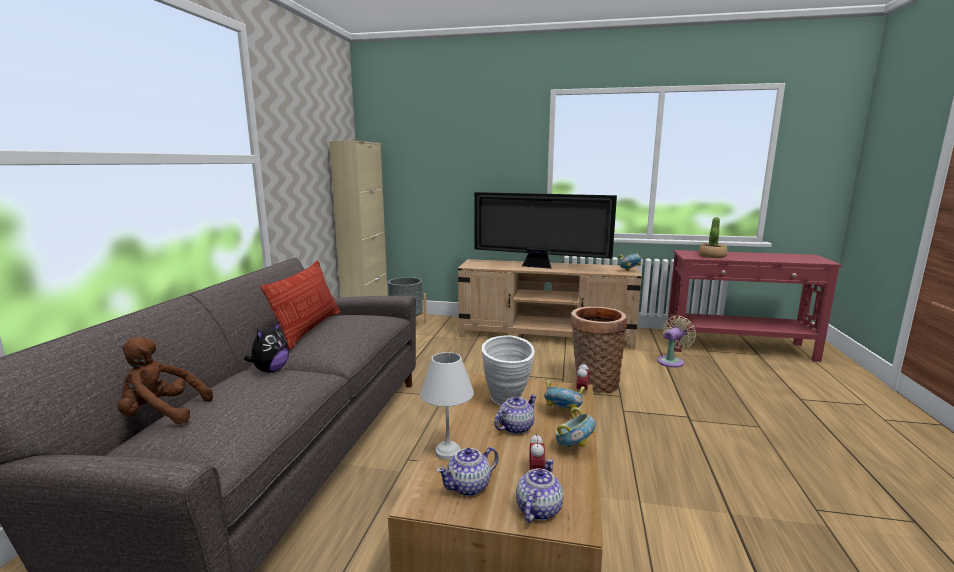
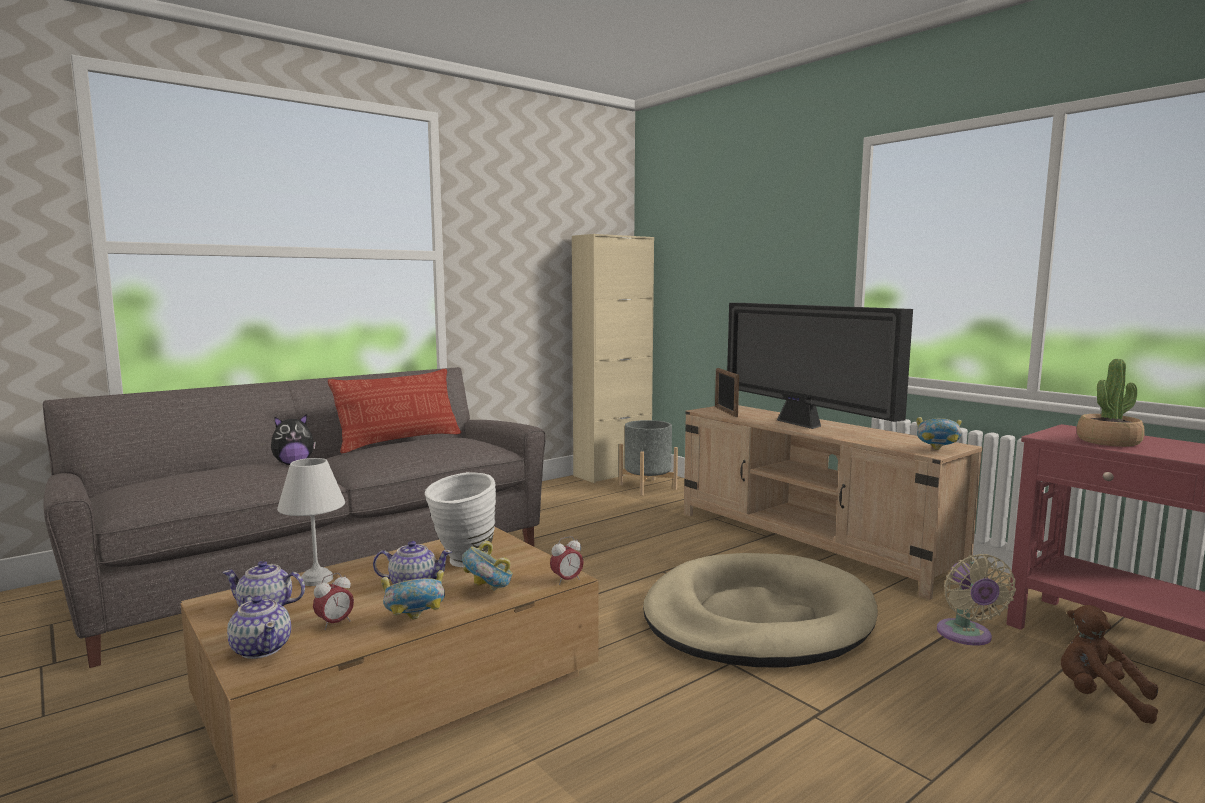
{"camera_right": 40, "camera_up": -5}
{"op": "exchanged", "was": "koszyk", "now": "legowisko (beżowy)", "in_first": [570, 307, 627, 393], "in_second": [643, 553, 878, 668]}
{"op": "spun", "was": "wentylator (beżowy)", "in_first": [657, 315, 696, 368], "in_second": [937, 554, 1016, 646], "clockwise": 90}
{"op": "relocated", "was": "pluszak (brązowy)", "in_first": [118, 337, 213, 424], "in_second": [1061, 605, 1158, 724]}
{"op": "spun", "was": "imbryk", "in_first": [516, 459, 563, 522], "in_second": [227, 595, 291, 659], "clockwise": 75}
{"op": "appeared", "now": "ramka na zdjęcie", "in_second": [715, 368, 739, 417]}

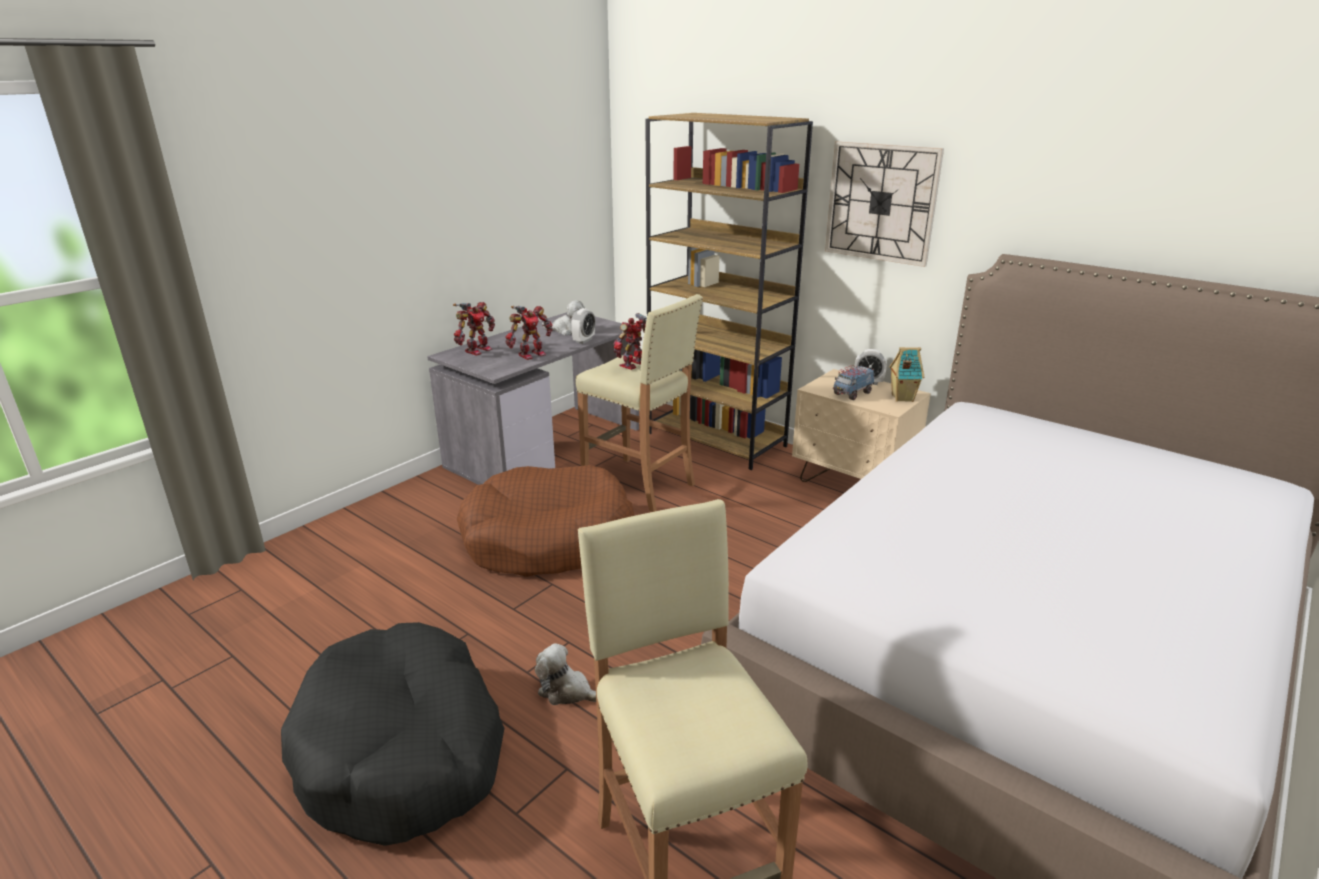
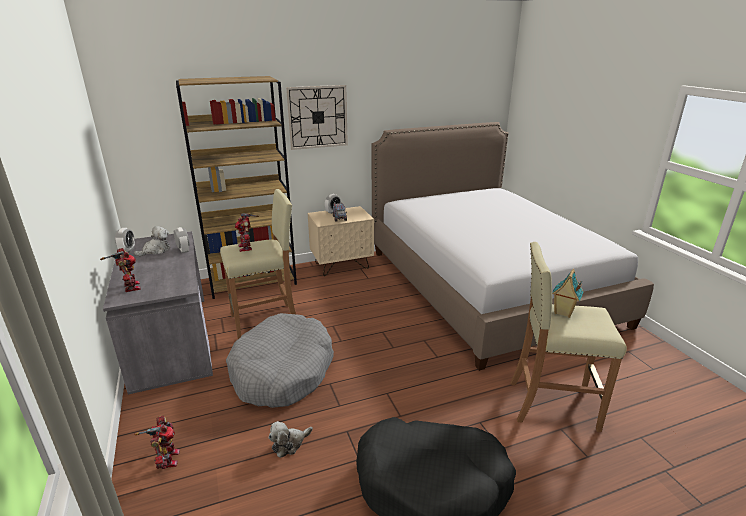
{"camera_right": -60, "camera_up": 0}
{"op": "relocated", "was": "robot zabawkowy", "in_first": [505, 306, 553, 360], "in_second": [134, 416, 180, 469]}
{"op": "relocated", "was": "domek", "in_first": [889, 347, 924, 402], "in_second": [552, 269, 583, 318]}
{"op": "colour", "was": "legowisko (brązowy)", "now": "legowisko (szary)", "in_first": [457, 465, 634, 577], "in_second": [226, 313, 334, 408]}
{"op": "relocated", "was": "pluszak", "in_first": [535, 643, 596, 705], "in_second": [269, 421, 313, 458]}
{"op": "appeared", "now": "budzik", "in_second": [115, 228, 135, 253]}

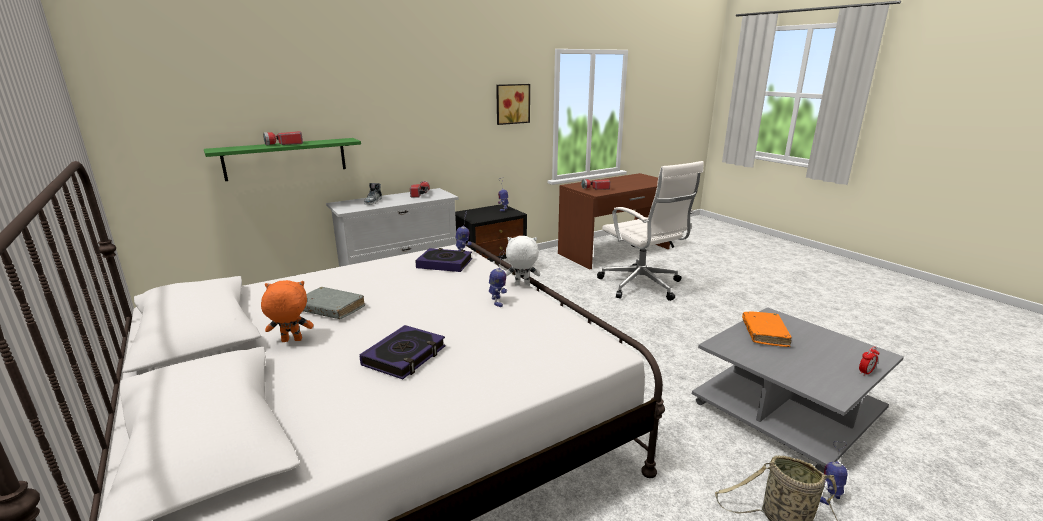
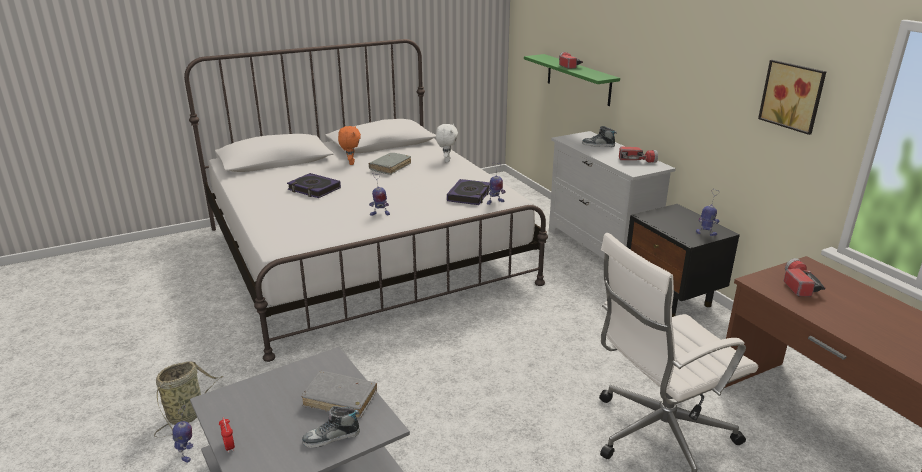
{"camera_right": 95, "camera_up": 5}
{"op": "relocated", "was": "pluszak (biały)", "in_first": [505, 236, 540, 286], "in_second": [436, 124, 458, 162]}
{"op": "colour", "was": "książka (pomarańczowy)", "now": "książka (szary)", "in_first": [742, 311, 792, 347], "in_second": [301, 371, 377, 419]}
{"op": "appeared", "now": "but", "in_second": [302, 406, 360, 448]}

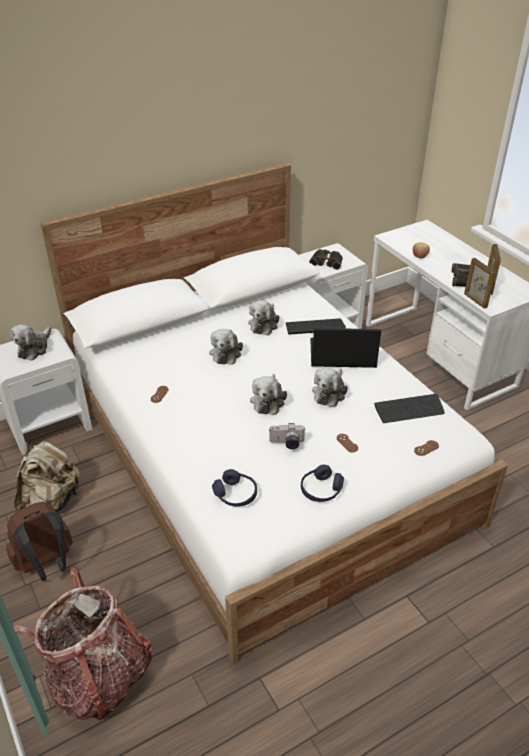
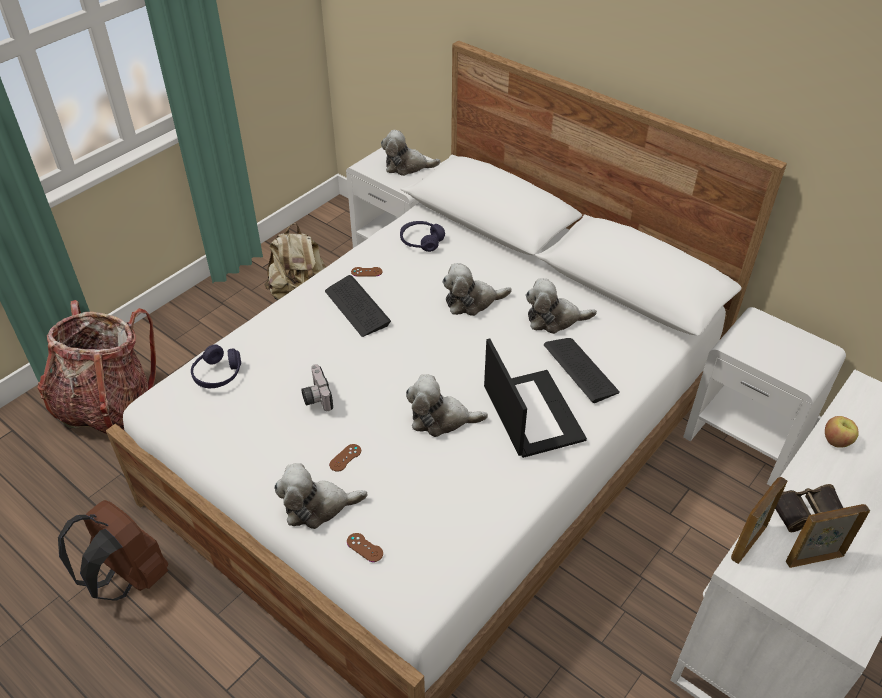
{"camera_right": 70, "camera_up": 5}
{"op": "missing", "was": "lornetka", "in_first": [309, 249, 343, 270]}
{"op": "relocated", "was": "pluszak", "in_first": [250, 374, 287, 415], "in_second": [274, 463, 367, 529]}
{"op": "relocated", "was": "klawiatura", "in_first": [374, 394, 445, 423], "in_second": [325, 275, 391, 337]}
{"op": "relocated", "was": "słuchawki (fioletowy)", "in_first": [301, 465, 344, 502], "in_second": [400, 221, 445, 252]}
{"op": "relocated", "was": "plecak (brązowy)", "in_first": [6, 502, 73, 581], "in_second": [58, 500, 168, 601]}

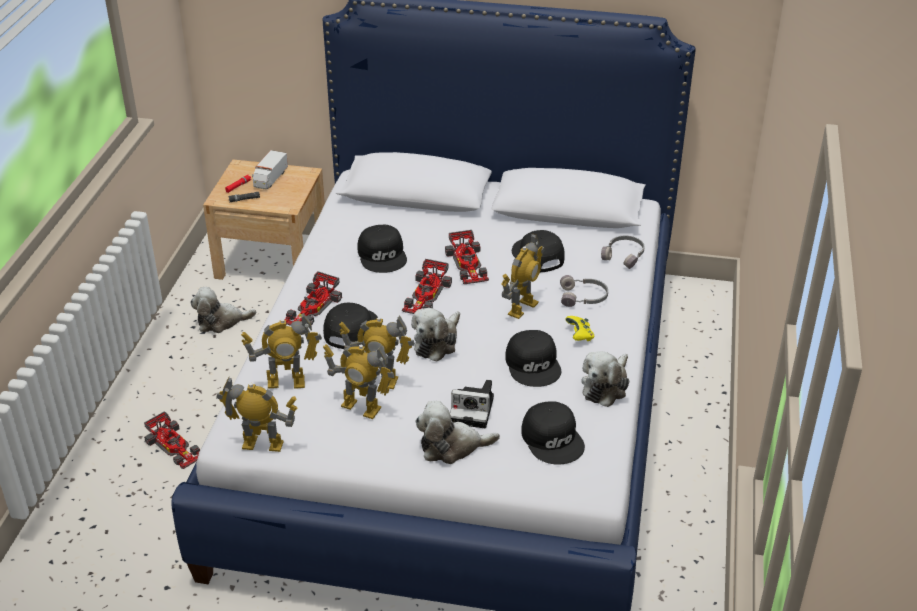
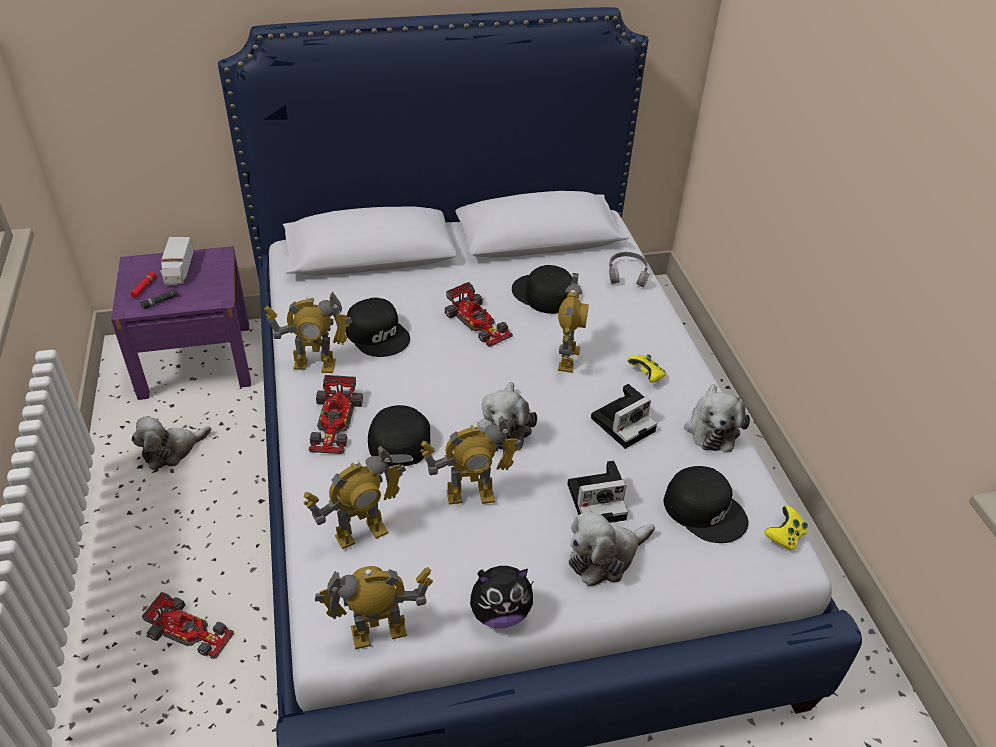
{"camera_right": -25, "camera_up": 5}
{"op": "colour", "was": "szafka nocna (beżowy)", "now": "szafka nocna (fioletowy)", "in_first": [203, 160, 325, 280], "in_second": [111, 246, 251, 400]}
{"op": "missing", "was": "samochodzik", "in_first": [402, 259, 452, 314]}
{"op": "missing", "was": "słuchawki (szary)", "in_first": [560, 275, 608, 307]}
{"op": "exchanged", "was": "czapka z daszkiem (czarny)", "now": "aparat fotograficzny", "in_first": [505, 330, 561, 387], "in_second": [591, 384, 657, 449]}
{"op": "relocated", "was": "robot zabawkowy", "in_first": [323, 344, 395, 419], "in_second": [264, 292, 352, 373]}
{"op": "appeared", "now": "pad do gier (żółty)", "in_second": [764, 505, 808, 550]}
{"op": "appeared", "now": "pluszak", "in_second": [470, 566, 534, 628]}

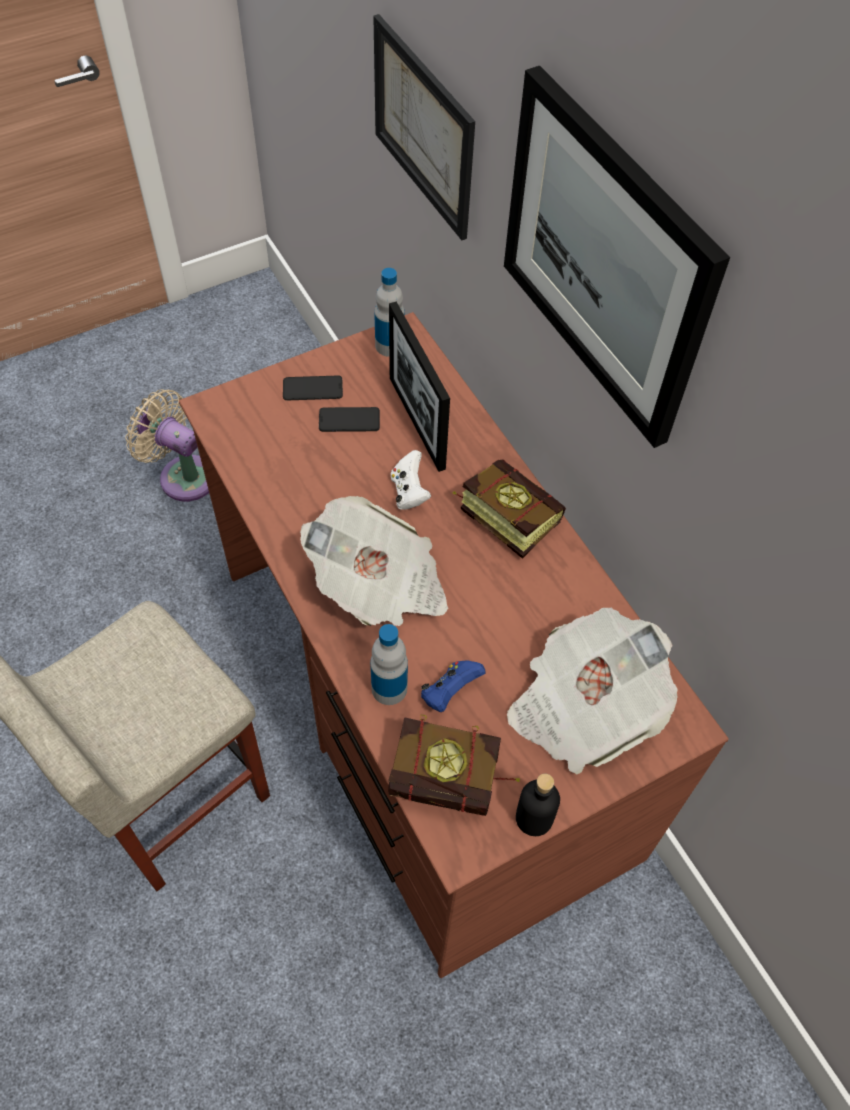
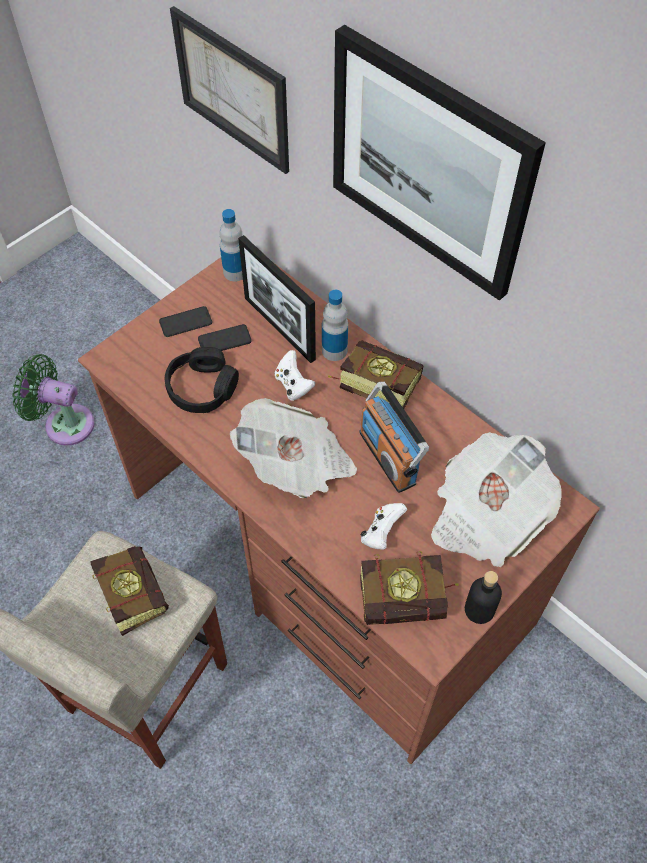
{"camera_right": -15, "camera_up": 0}
{"op": "colour", "was": "wentylator (beżowy)", "now": "wentylator (zielony)", "in_first": [125, 389, 209, 502], "in_second": [12, 354, 95, 446]}
{"op": "relocated", "was": "butelka", "in_first": [370, 624, 408, 705], "in_second": [322, 290, 348, 361]}
{"op": "colour", "was": "pad do gier (niebieski)", "now": "pad do gier (biały)", "in_first": [421, 660, 486, 712], "in_second": [360, 503, 407, 550]}
{"op": "appeared", "now": "słuchawki (czarny)", "in_second": [165, 347, 239, 413]}
{"op": "appeared", "now": "radio", "in_second": [359, 382, 429, 493]}
{"op": "appeared", "now": "książka", "in_second": [90, 546, 169, 636]}

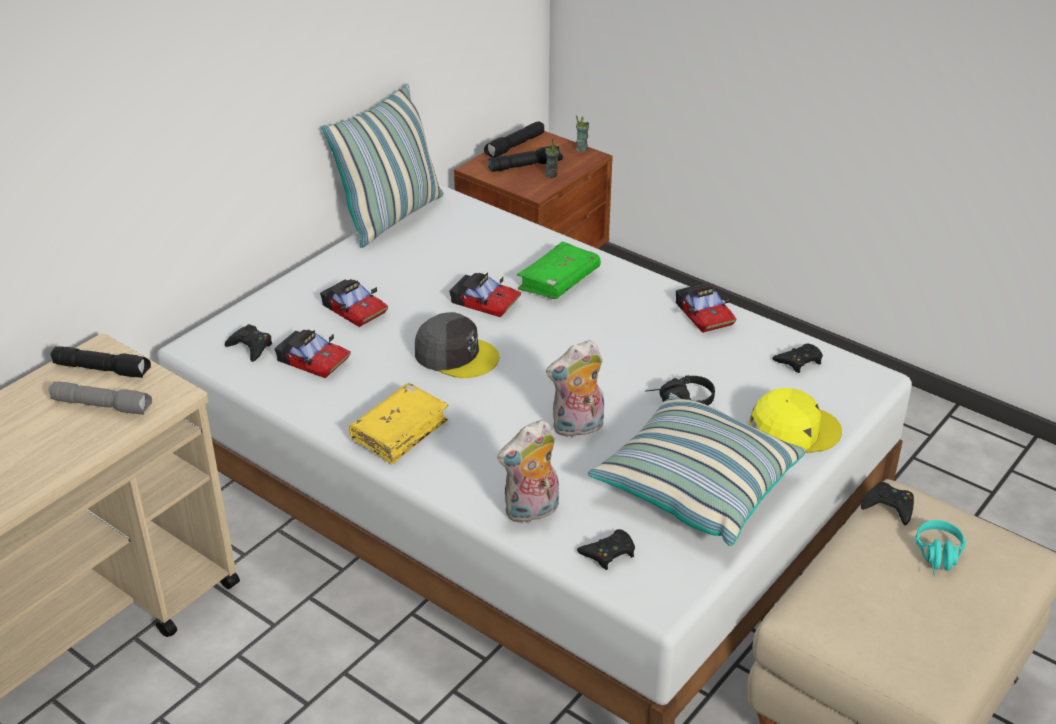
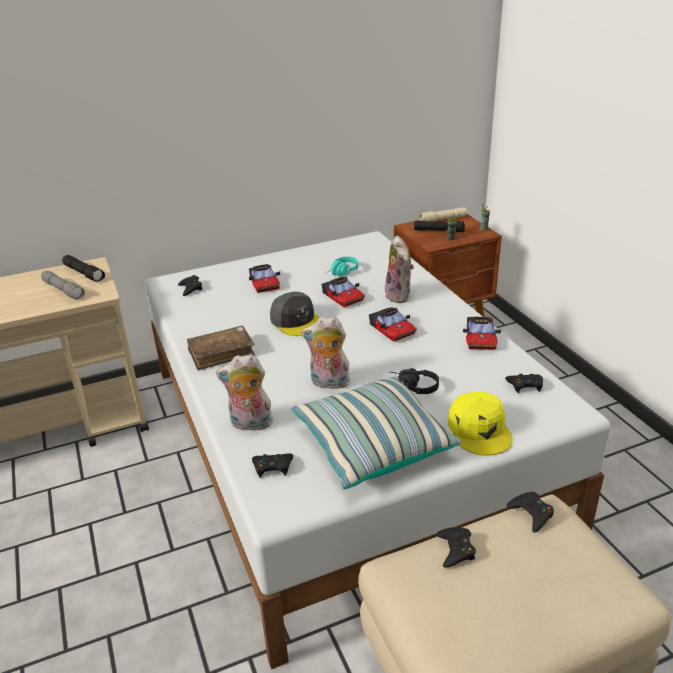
{"camera_right": 30, "camera_up": -5}
{"op": "missing", "was": "poduszka", "in_first": [322, 83, 443, 248]}
{"op": "colour", "was": "latarka (czarny)", "now": "latarka (beżowy)", "in_first": [484, 121, 544, 157], "in_second": [419, 208, 467, 222]}
{"op": "exchanged", "was": "książka (zielony)", "now": "pluszak", "in_first": [517, 242, 601, 299], "in_second": [385, 235, 414, 303]}
{"op": "relocated", "was": "samochodzik", "in_first": [274, 330, 351, 378], "in_second": [369, 307, 417, 342]}
{"op": "colour", "was": "książka (żółty)", "now": "książka (brązowy)", "in_first": [349, 383, 449, 465], "in_second": [187, 326, 255, 371]}
{"op": "spun", "was": "czapka z daszkiem (żółty)", "in_first": [749, 388, 842, 453], "in_second": [448, 392, 513, 456], "clockwise": 60}
{"op": "relocated", "was": "słuchawki (turkusowy)", "in_first": [915, 520, 966, 576], "in_second": [325, 256, 358, 277]}
{"op": "appeared", "now": "pad do gier (czarny)", "in_second": [436, 527, 476, 568]}

